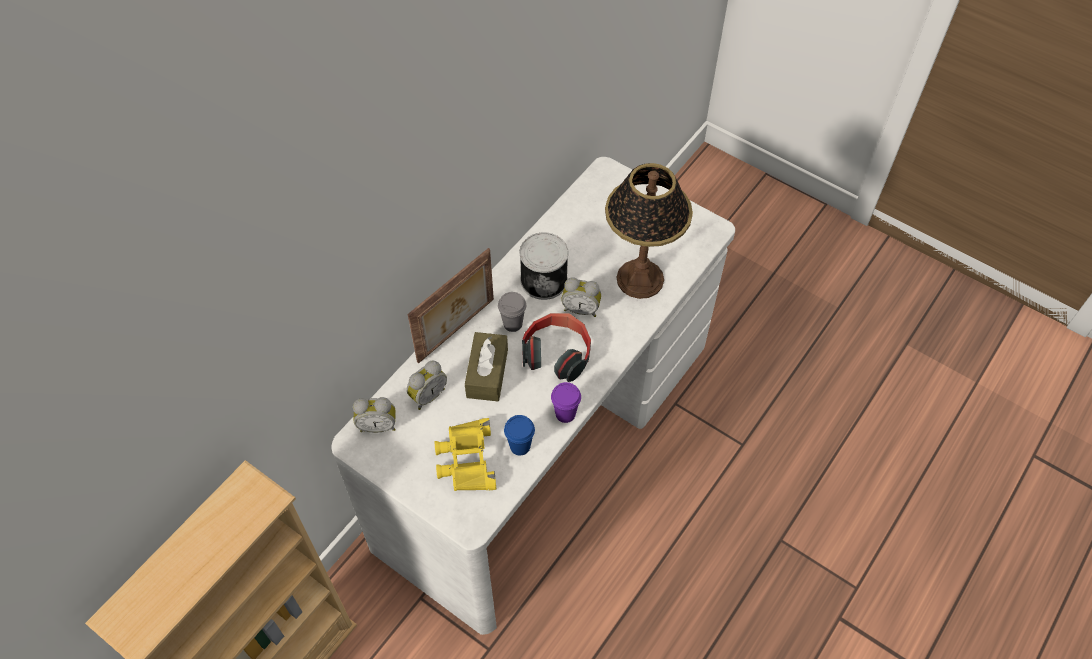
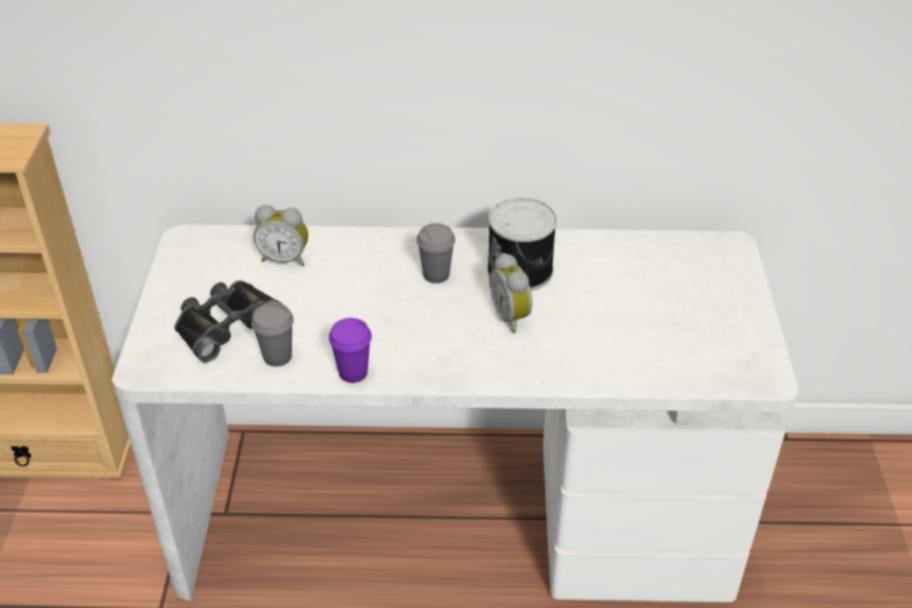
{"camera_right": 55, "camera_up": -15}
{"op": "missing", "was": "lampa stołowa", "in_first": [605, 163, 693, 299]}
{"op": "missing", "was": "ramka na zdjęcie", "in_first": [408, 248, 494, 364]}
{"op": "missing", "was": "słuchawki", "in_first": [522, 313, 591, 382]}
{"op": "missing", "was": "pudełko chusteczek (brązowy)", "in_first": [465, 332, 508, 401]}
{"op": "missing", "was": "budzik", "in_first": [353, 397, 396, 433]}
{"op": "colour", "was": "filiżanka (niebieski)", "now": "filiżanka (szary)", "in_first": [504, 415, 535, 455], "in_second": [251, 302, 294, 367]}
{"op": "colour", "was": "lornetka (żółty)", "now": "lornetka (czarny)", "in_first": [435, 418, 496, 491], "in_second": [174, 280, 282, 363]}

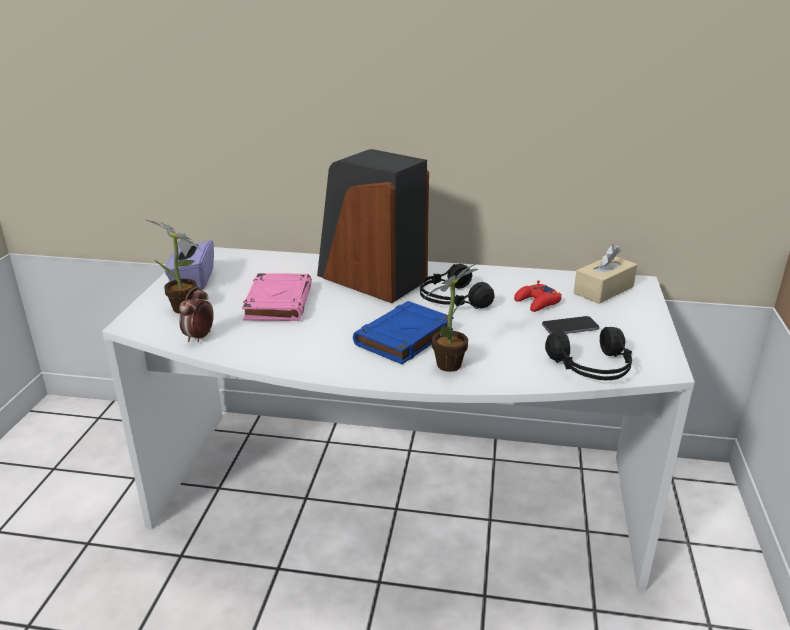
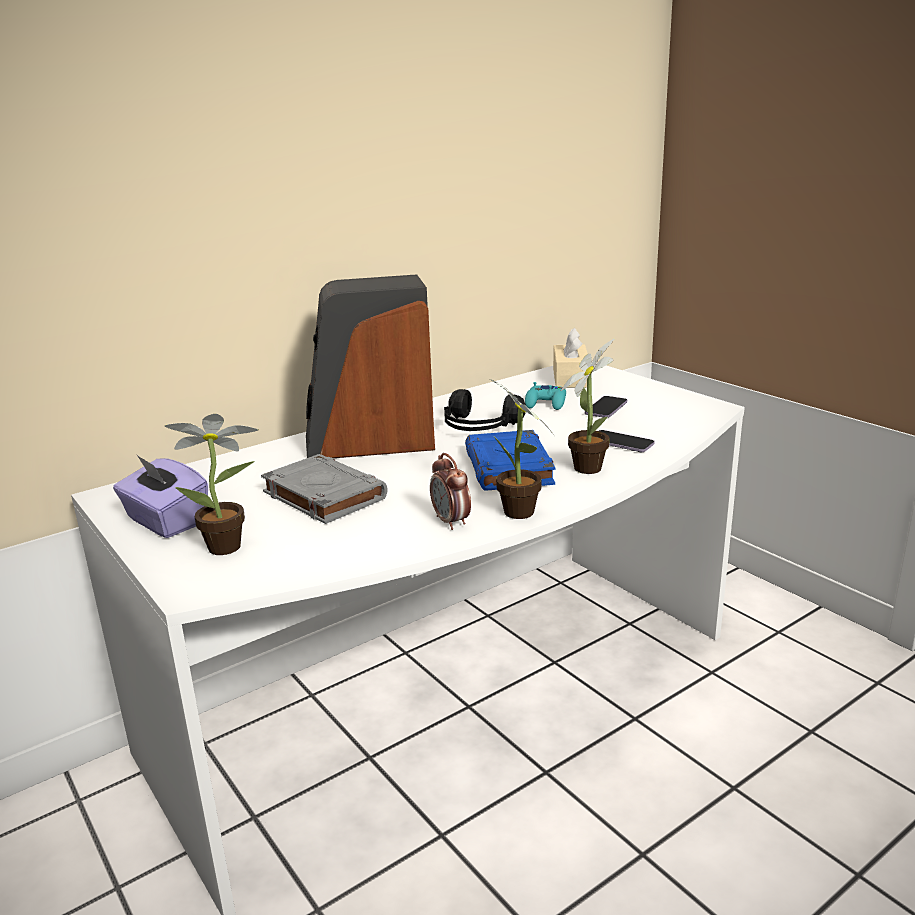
{"camera_right": -45, "camera_up": -5}
{"op": "colour", "was": "książka (różowy)", "now": "książka (szary)", "in_first": [242, 273, 312, 321], "in_second": [261, 454, 388, 524]}
{"op": "colour", "was": "pad do gier (czerwony)", "now": "pad do gier (turkusowy)", "in_first": [514, 280, 562, 312], "in_second": [525, 382, 566, 410]}
{"op": "relocated", "was": "budzik", "in_first": [179, 286, 214, 342], "in_second": [430, 453, 471, 530]}
{"op": "missing", "was": "słuchawki (czarny)", "in_first": [545, 327, 632, 380]}
{"op": "appeared", "now": "roślina doniczkowa", "in_second": [490, 379, 554, 519]}
{"op": "appeared", "now": "telefon", "in_second": [599, 430, 655, 452]}

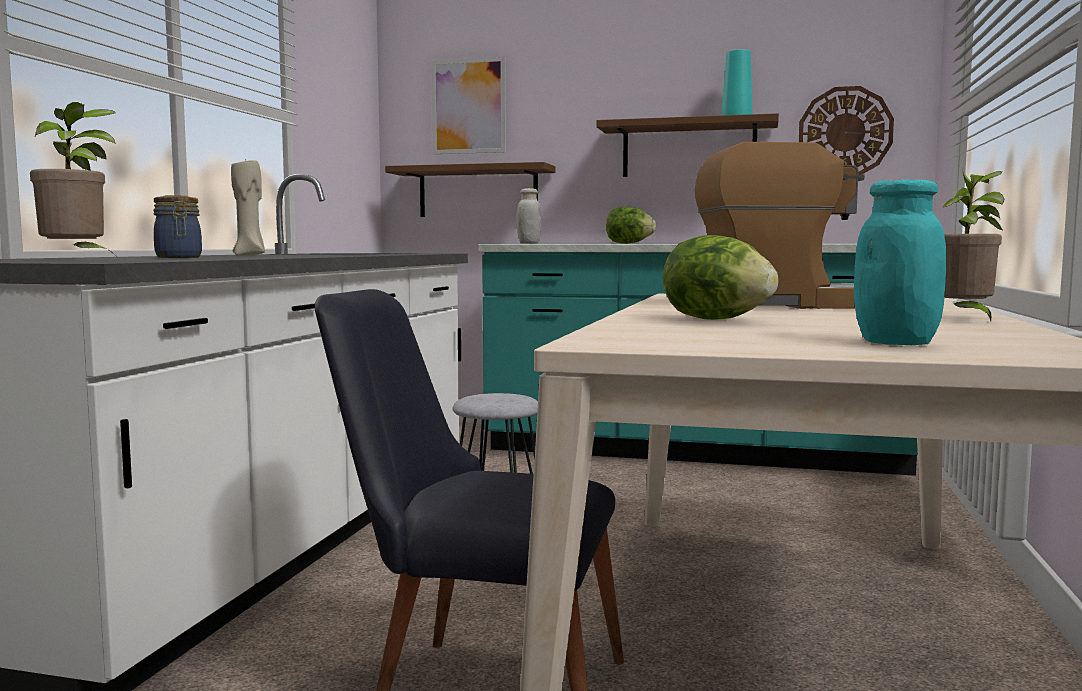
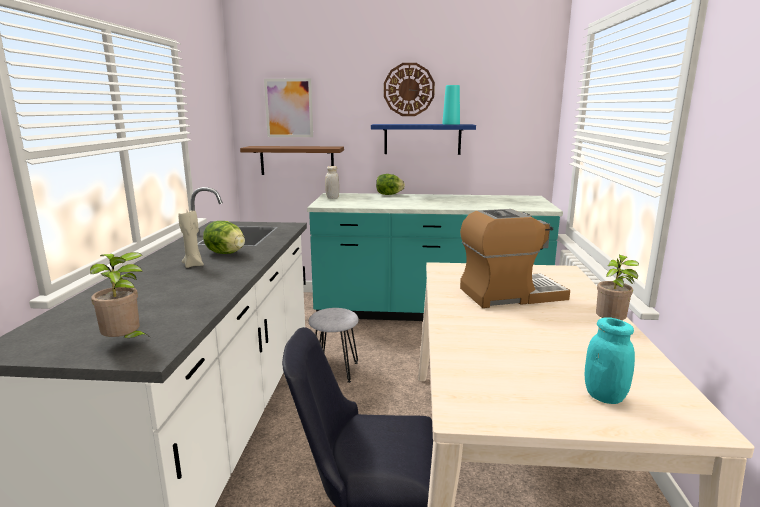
{"camera_right": -10, "camera_up": 10}
{"op": "relocated", "was": "zegar ścienny", "in_first": [799, 86, 894, 175], "in_second": [384, 63, 435, 116]}
{"op": "colour", "was": "półka (brązowy)", "now": "półka (niebieski)", "in_first": [596, 113, 779, 177], "in_second": [371, 124, 476, 155]}
{"op": "missing", "was": "słoik", "in_first": [154, 195, 202, 258]}
{"op": "relocated", "was": "sałata", "in_first": [663, 235, 778, 320], "in_second": [203, 221, 245, 254]}

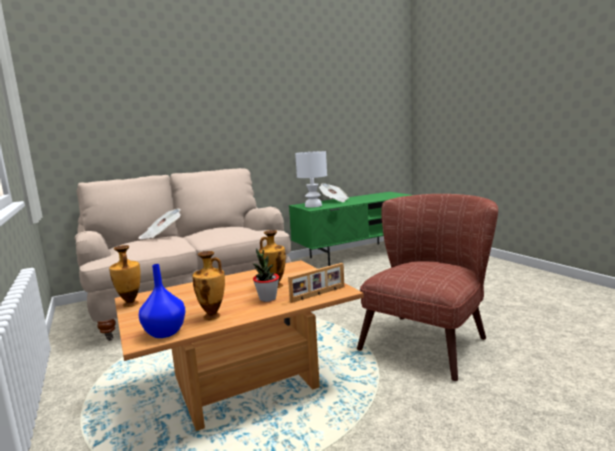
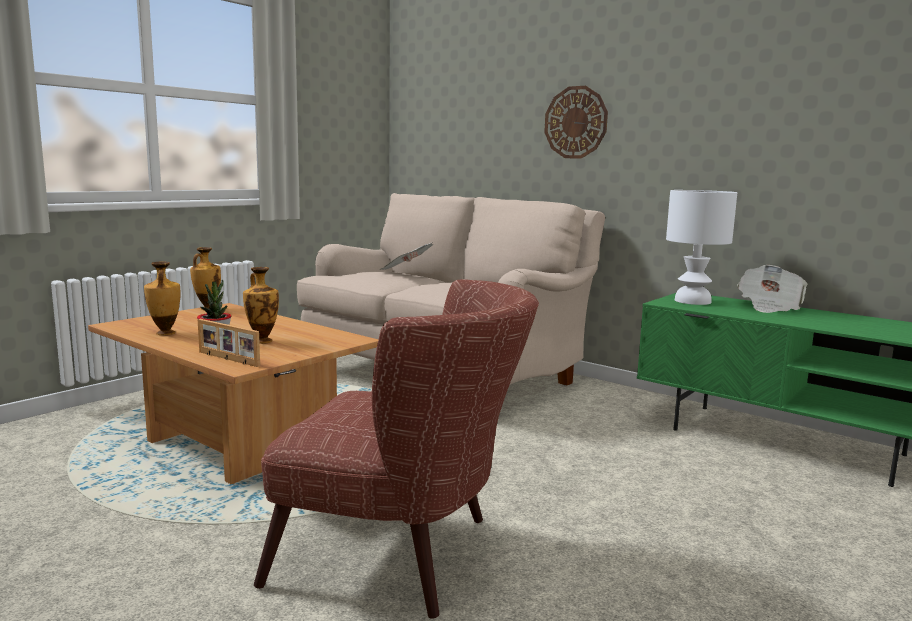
{"camera_right": 65, "camera_up": 0}
{"op": "missing", "was": "wazon (niebieski)", "in_first": [139, 264, 186, 338]}
{"op": "appeared", "now": "zegar ścienny", "in_second": [544, 86, 608, 159]}

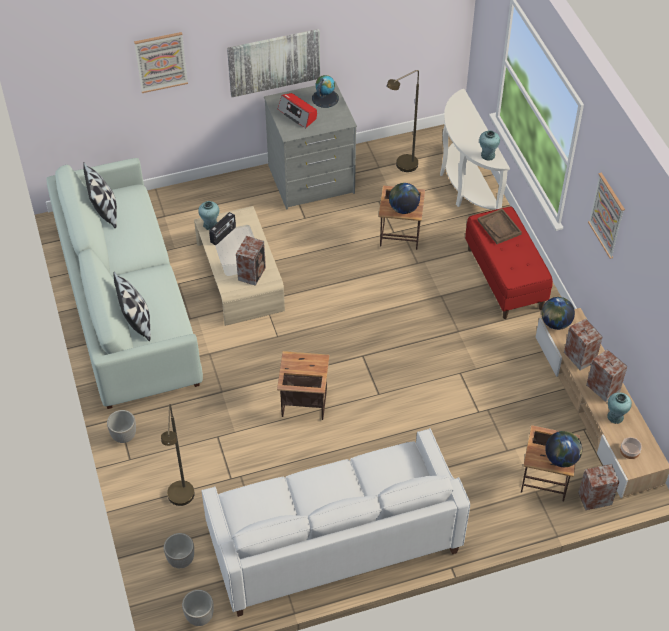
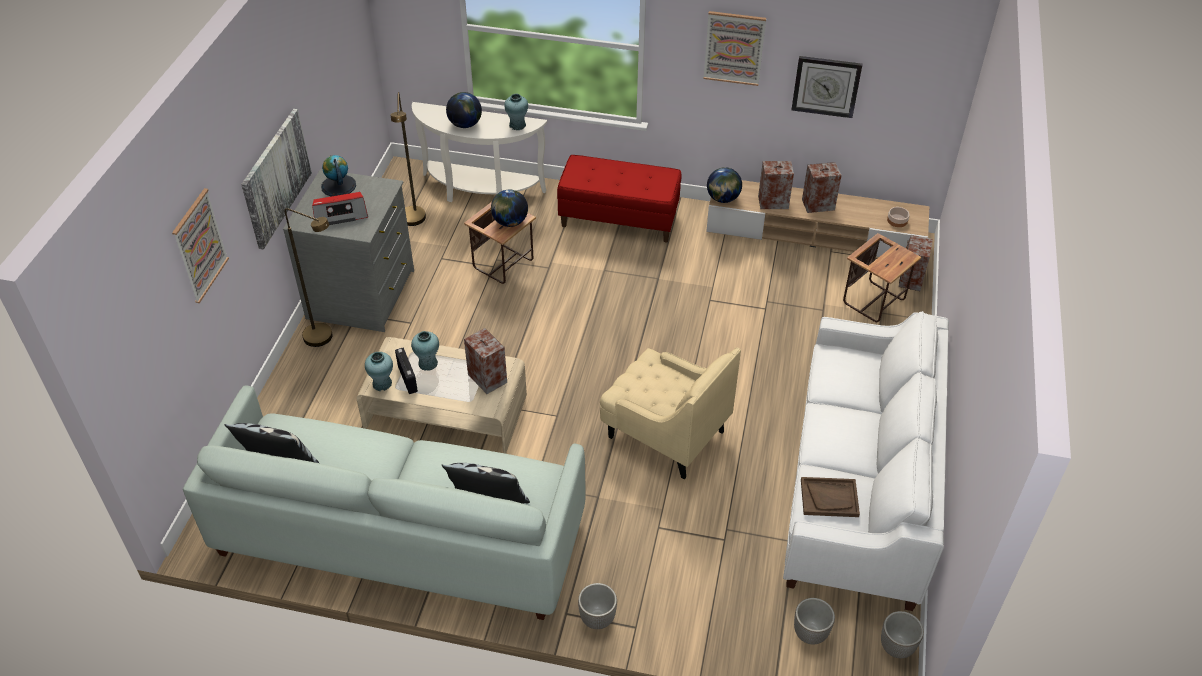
{"camera_right": -60, "camera_up": -5}
{"op": "relocated", "was": "taca (brązowy)", "in_first": [478, 209, 522, 244], "in_second": [801, 477, 860, 517]}
{"op": "exchanged", "was": "stolik", "now": "fotel (beżowy)", "in_first": [277, 351, 329, 420], "in_second": [600, 348, 741, 479]}
{"op": "relocated", "was": "wazon (turkusowy)", "in_first": [607, 392, 632, 424], "in_second": [411, 331, 439, 371]}
{"op": "relocated", "was": "lampa stojąca (brązowy)", "in_first": [161, 404, 195, 506], "in_second": [284, 208, 333, 347]}
{"op": "relocated", "was": "globus", "in_first": [545, 431, 582, 467], "in_second": [446, 92, 482, 128]}
{"op": "appeared", "now": "zegar ścienny", "in_second": [792, 56, 862, 118]}

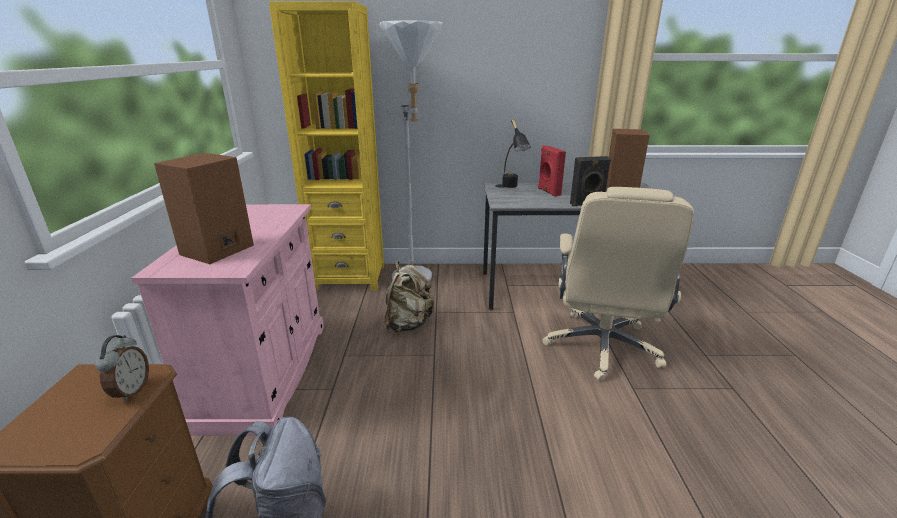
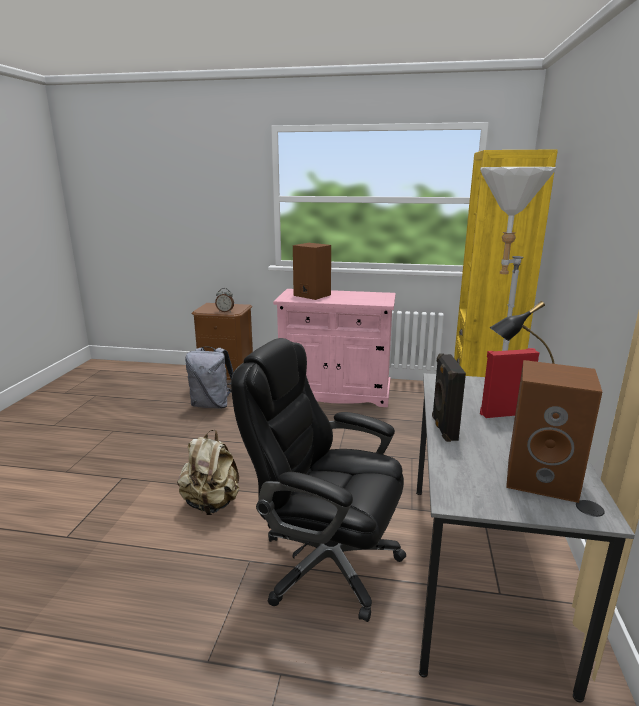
{"camera_right": 100, "camera_up": -5}
{"op": "colour", "was": "krzesło biurowe (beżowy)", "now": "krzesło biurowe (czarny)", "in_first": [542, 187, 694, 382], "in_second": [231, 338, 406, 622]}
{"op": "relocated", "was": "plecak (beżowy)", "in_first": [385, 261, 435, 332], "in_second": [177, 430, 239, 515]}

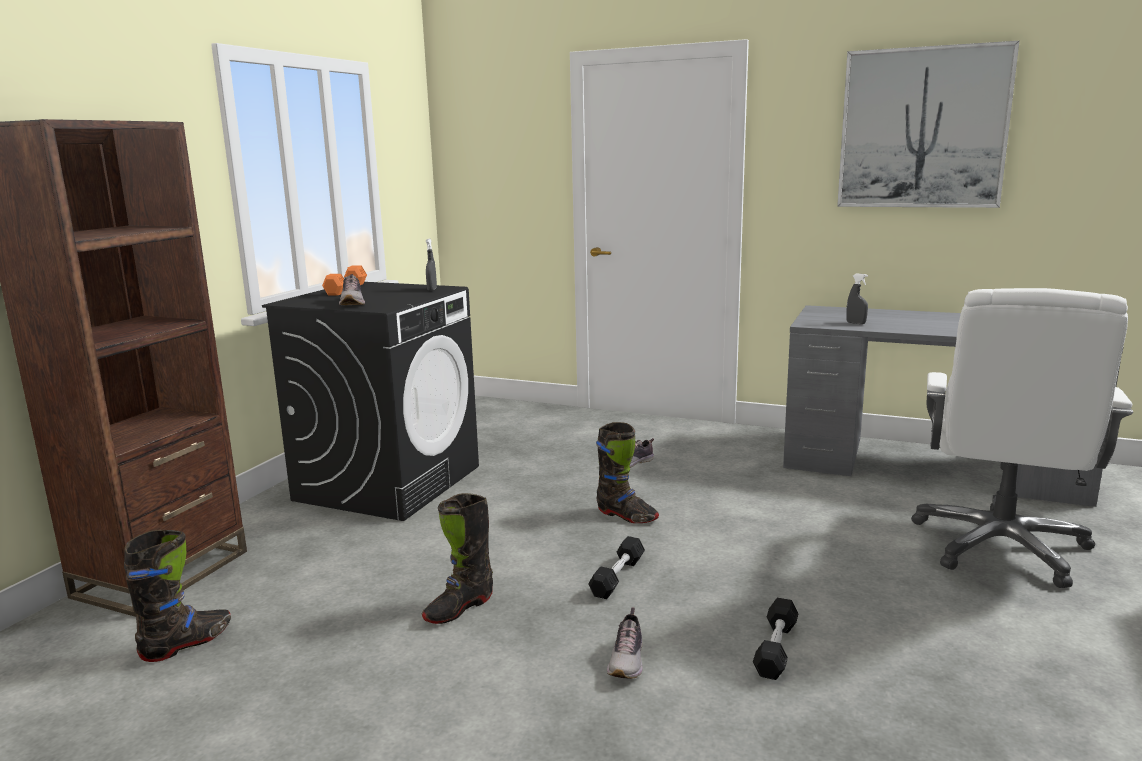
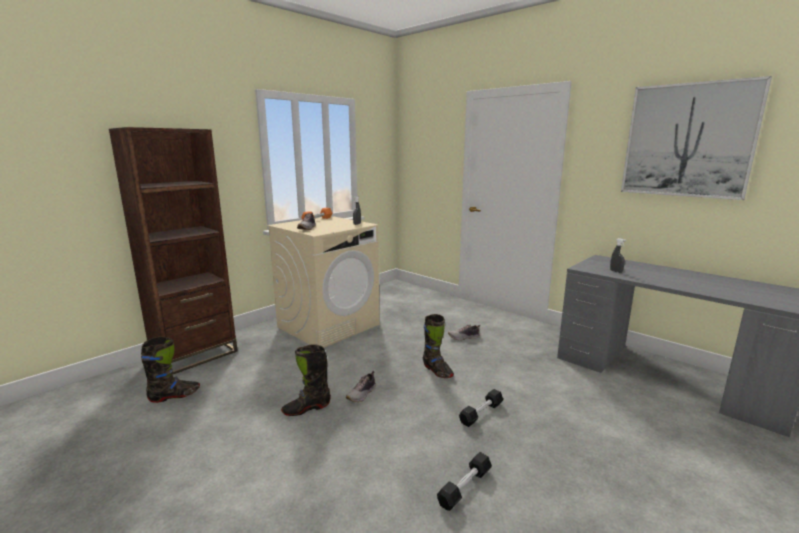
{"camera_right": 20, "camera_up": 0}
{"op": "colour", "was": "pralka (czarny)", "now": "pralka (beżowy)", "in_first": [262, 282, 479, 521], "in_second": [267, 216, 380, 347]}
{"op": "missing", "was": "krzesło biurowe (biały)", "in_first": [911, 288, 1133, 588]}
{"op": "relocated", "was": "hantel (czarny)", "in_first": [588, 536, 645, 599], "in_second": [459, 389, 503, 427]}
{"op": "relocated", "was": "but", "in_first": [607, 608, 643, 679], "in_second": [346, 371, 376, 402]}

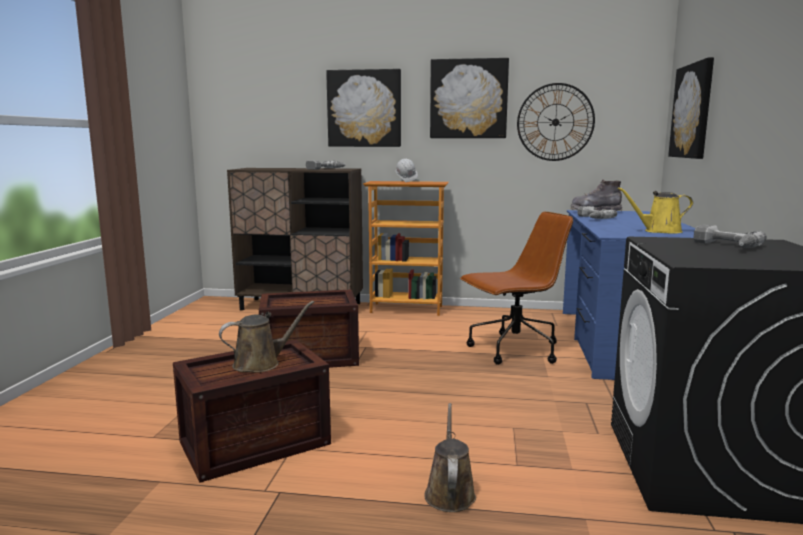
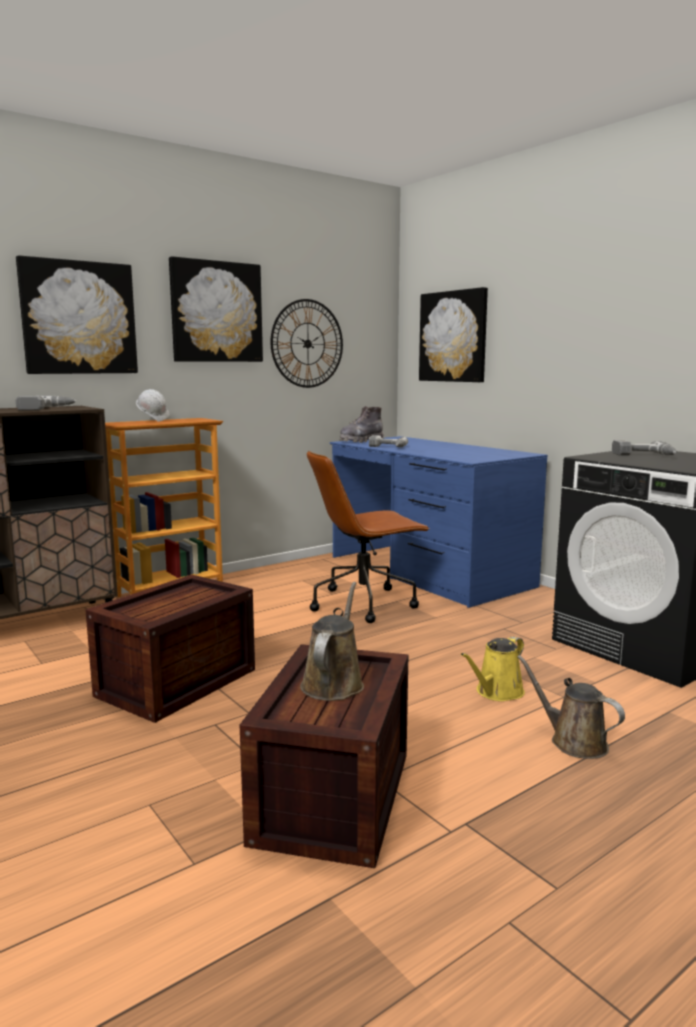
{"camera_right": -45, "camera_up": 0}
{"op": "relocated", "was": "konewka (żółty)", "in_first": [618, 187, 693, 234], "in_second": [461, 636, 525, 701]}
{"op": "spun", "was": "krzesło biurowe (brązowy)", "in_first": [460, 212, 573, 365], "in_second": [307, 451, 430, 623], "clockwise": -135}

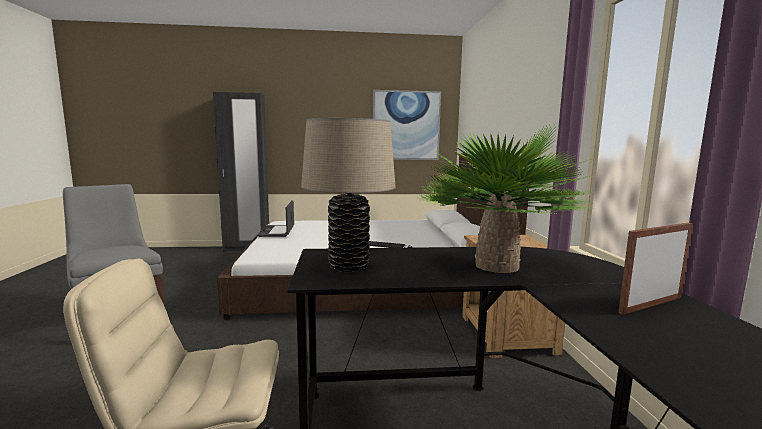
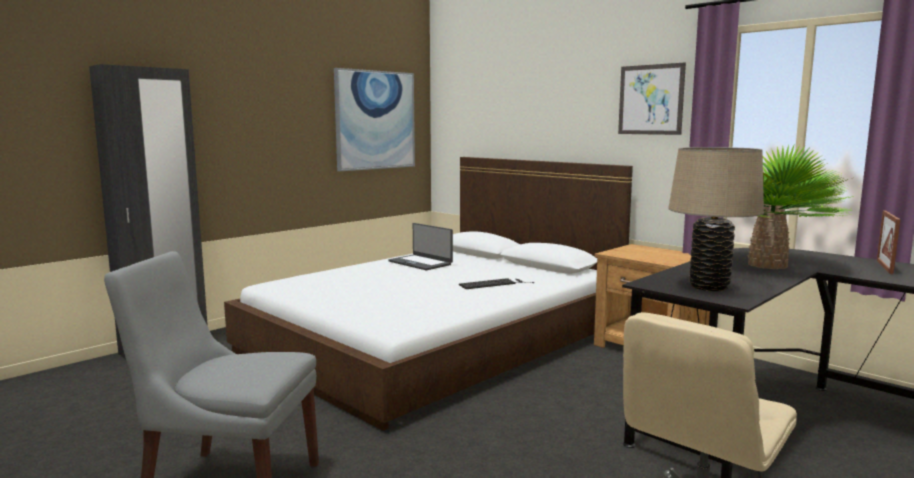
{"camera_right": -40, "camera_up": 0}
{"op": "relocated", "was": "laptop", "in_first": [258, 200, 294, 237], "in_second": [388, 223, 453, 270]}
{"op": "appeared", "now": "obraz", "in_second": [618, 63, 686, 135]}

